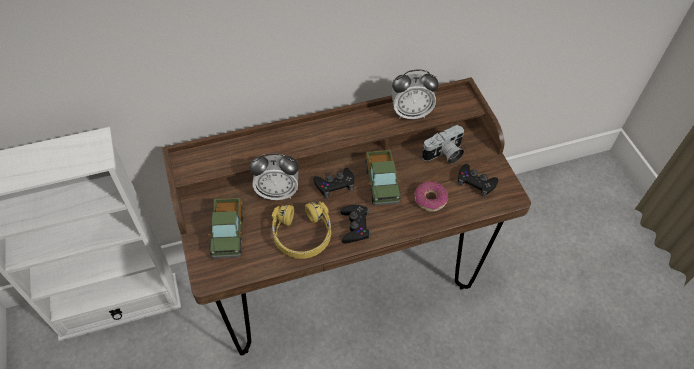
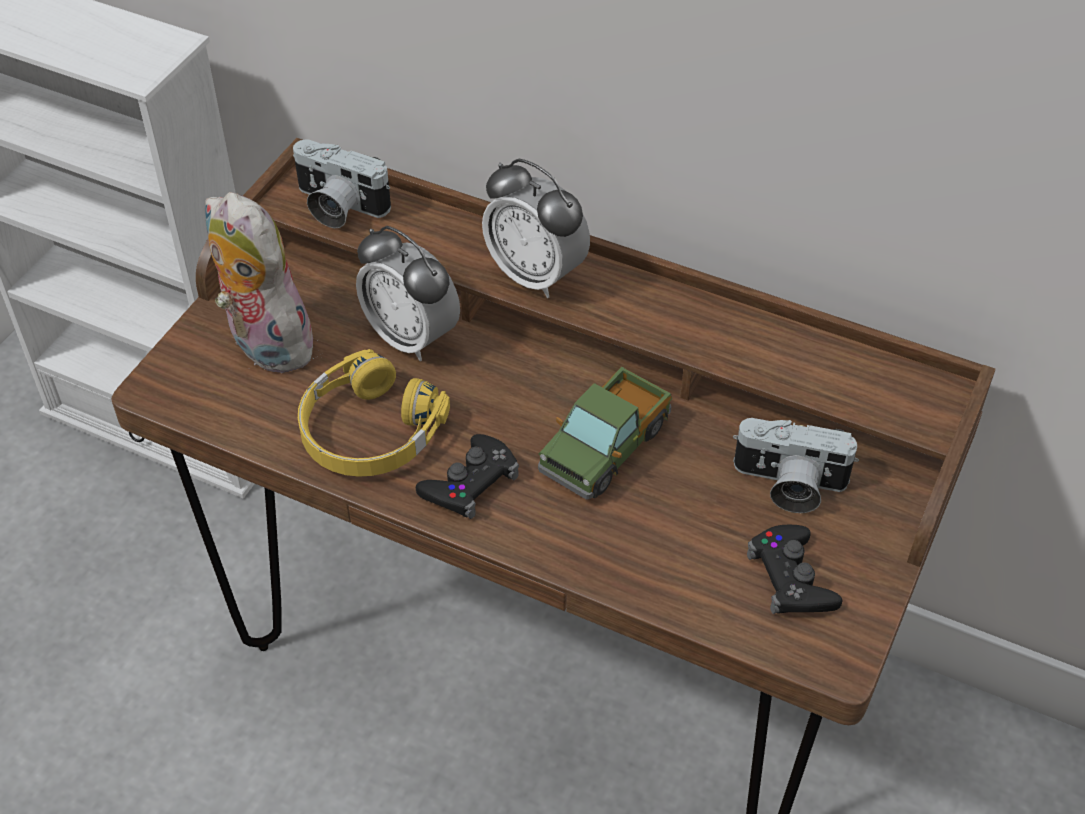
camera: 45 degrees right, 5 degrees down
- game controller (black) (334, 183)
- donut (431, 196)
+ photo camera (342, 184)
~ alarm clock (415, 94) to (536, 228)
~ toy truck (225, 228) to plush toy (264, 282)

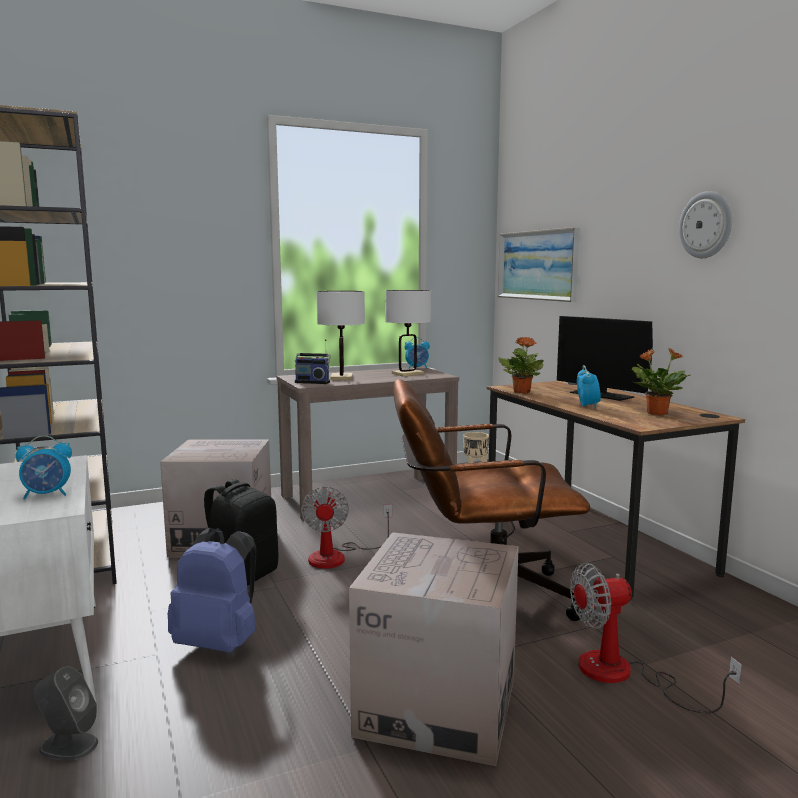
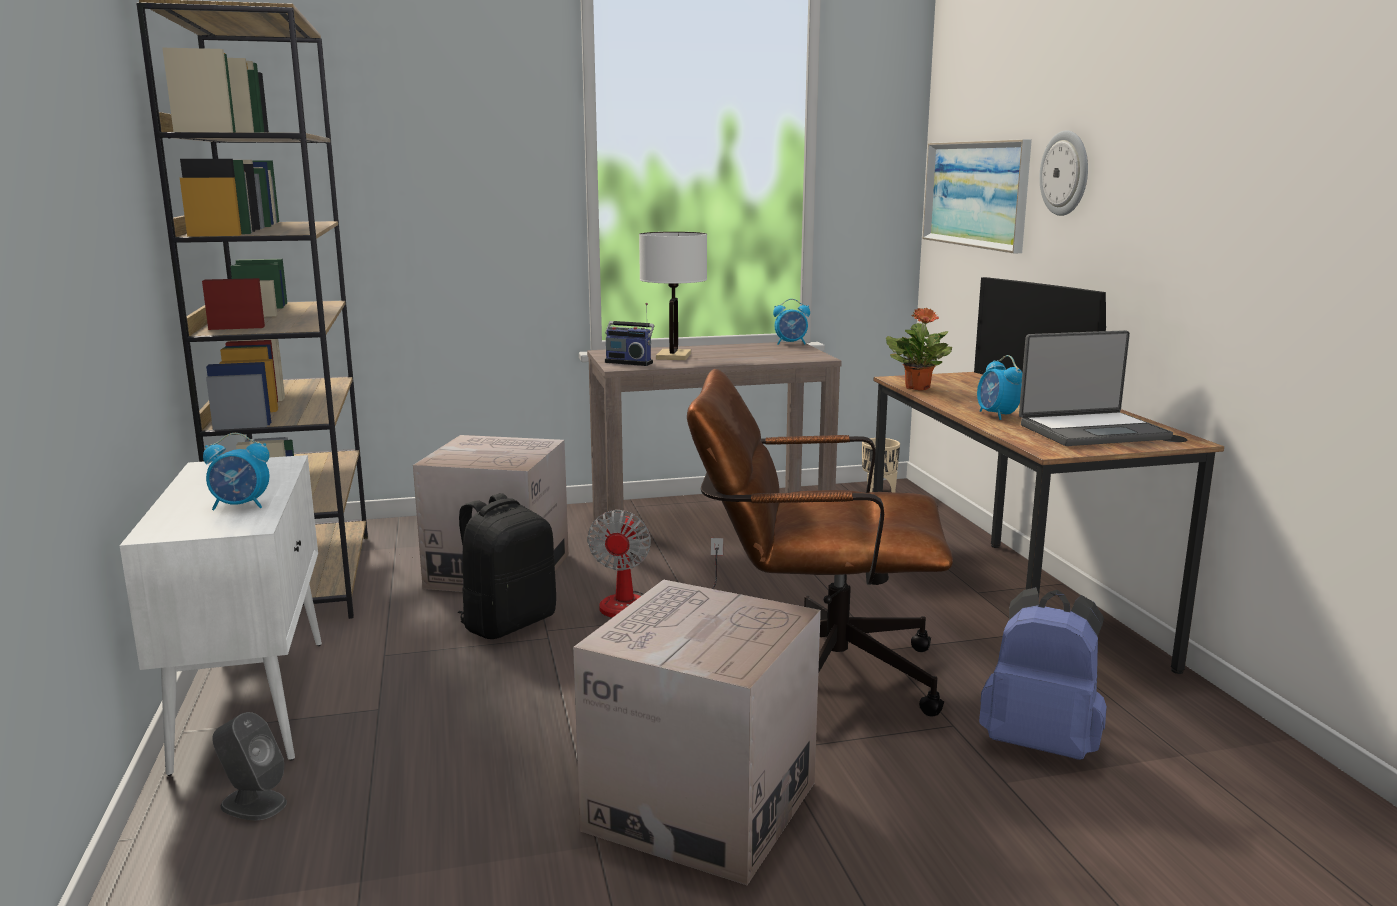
camera: 10 degrees right, 5 degrees up
- table lamp (white) (408, 333)
- fan (656, 638)
~ backpack (blue) (212, 590) to (1043, 673)
~ wall clock (705, 224) to (1063, 173)
~ potted plant (661, 382) to laptop (1096, 388)
~ alarm clock (589, 387) = (1000, 387) 150 degrees clockwise

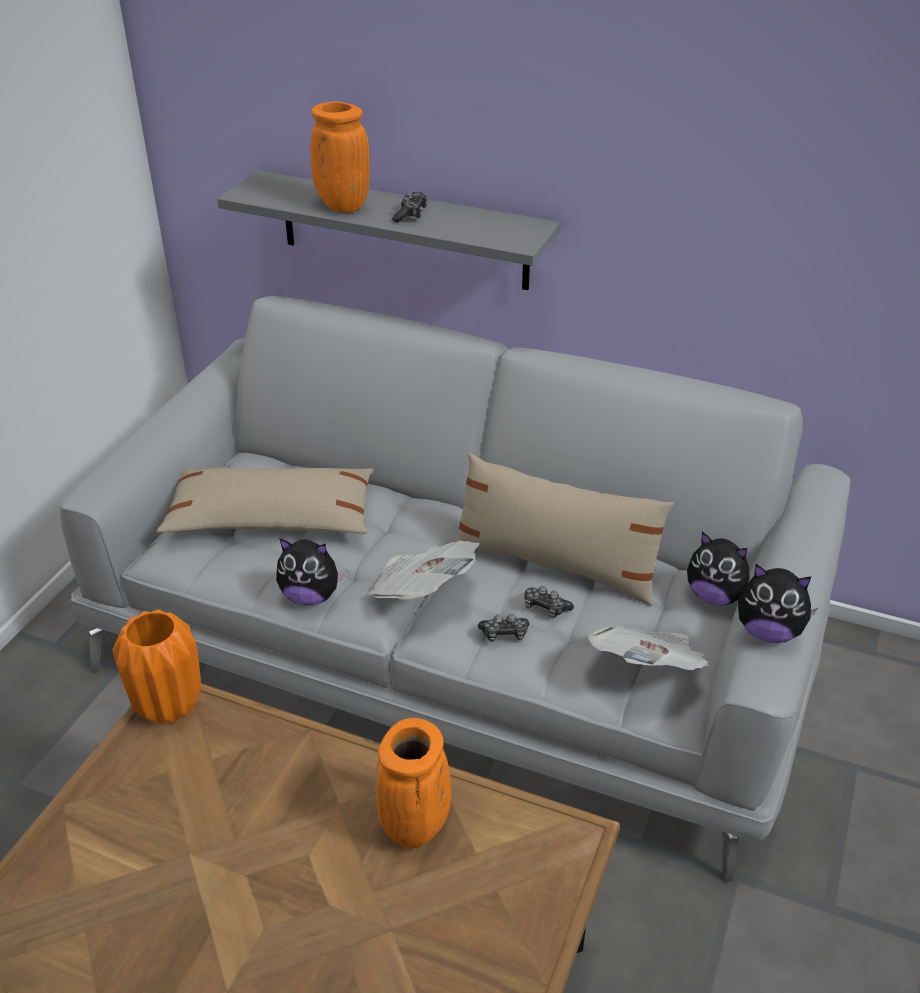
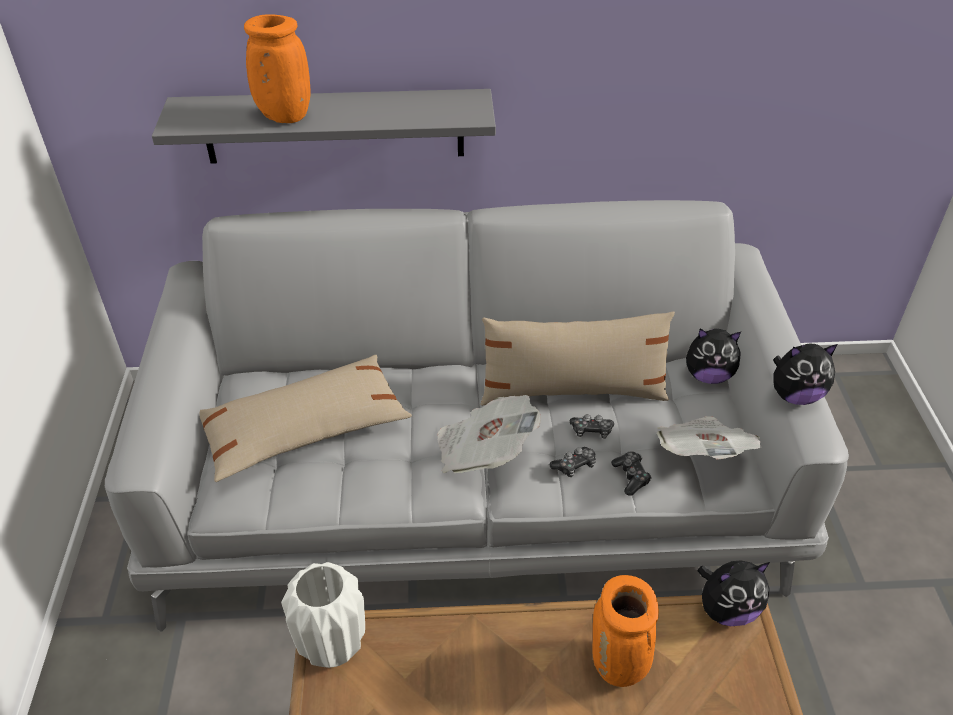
camera: 25 degrees left, 5 degrees up
~ plush toy (311, 571) to (733, 593)
~ game controller (410, 207) to (631, 473)
~ vase (orange) (156, 667) to vase (white) (323, 615)

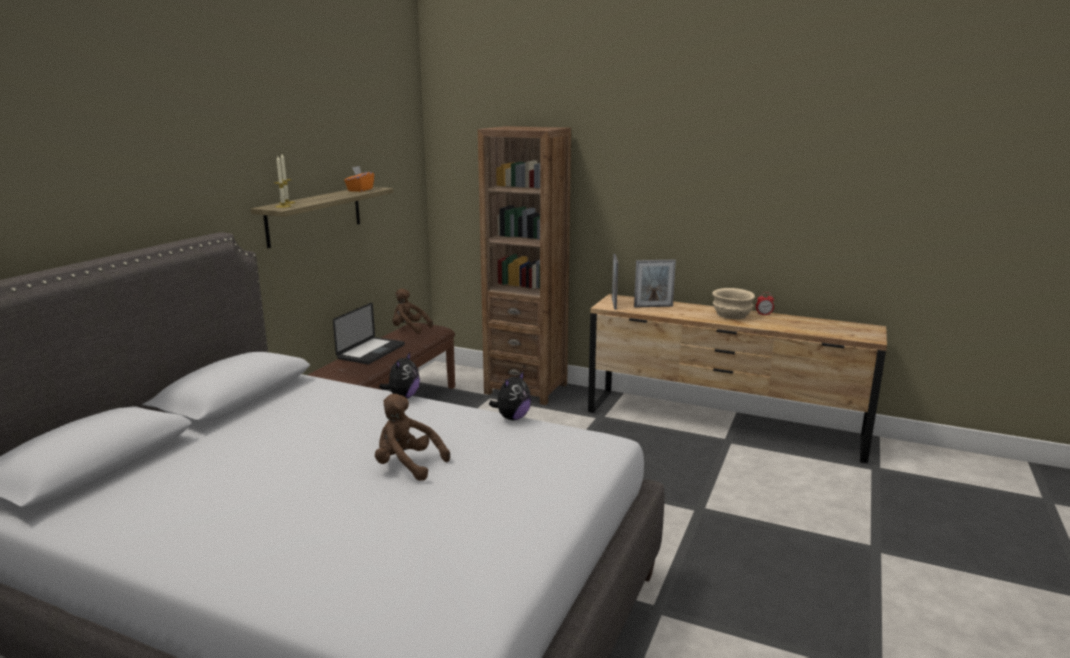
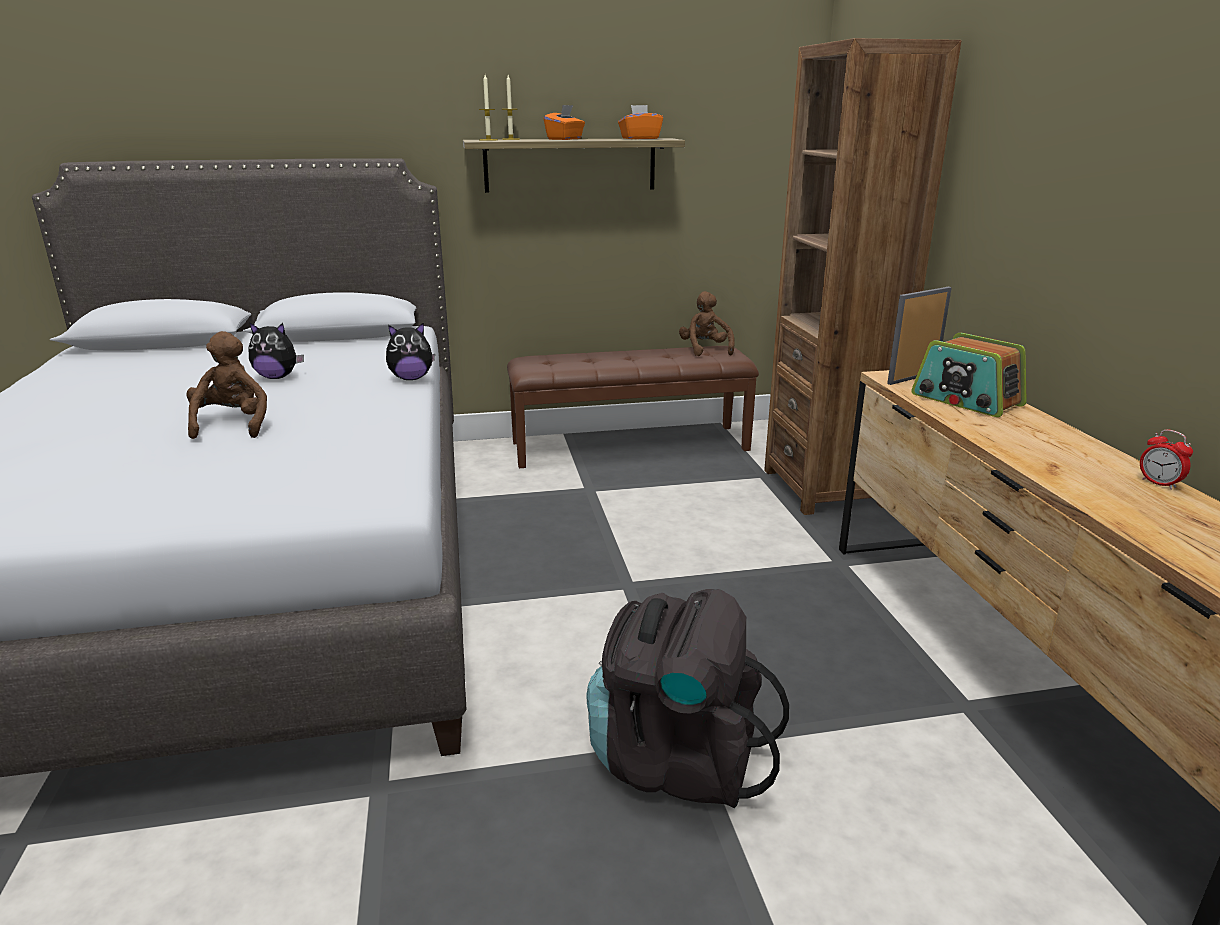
camera: 55 degrees right, 5 degrees up
- laptop (369, 333)
- bowl (beige) (733, 303)
+ tissue box (orange) (564, 122)
+ backpack (black) (687, 698)
~ plush toy (510, 395) to (276, 350)
~ picture frame (655, 283) to radio (969, 375)

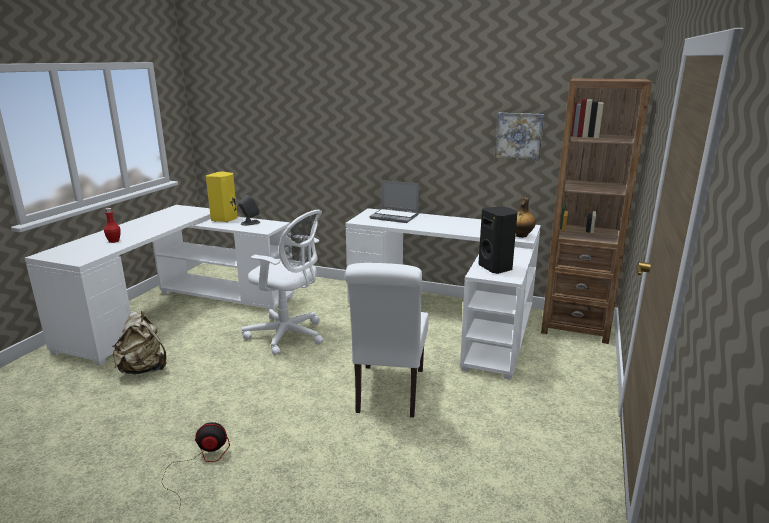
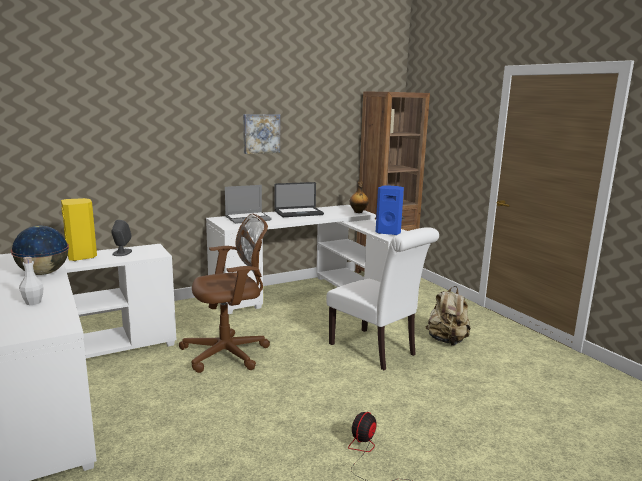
camera: 50 degrees left, 5 degrees down
+ globe (40, 250)
+ laptop (299, 199)
~ backpack (beige) (139, 342) to (448, 316)
~ picture (519, 136) to (261, 134)
~ bottle (red) (112, 225) to bottle (white) (31, 281)
~ office chair (white) (282, 283) to office chair (brown) (224, 293)
~ speaker (black) (497, 240) to speaker (blue) (390, 210)

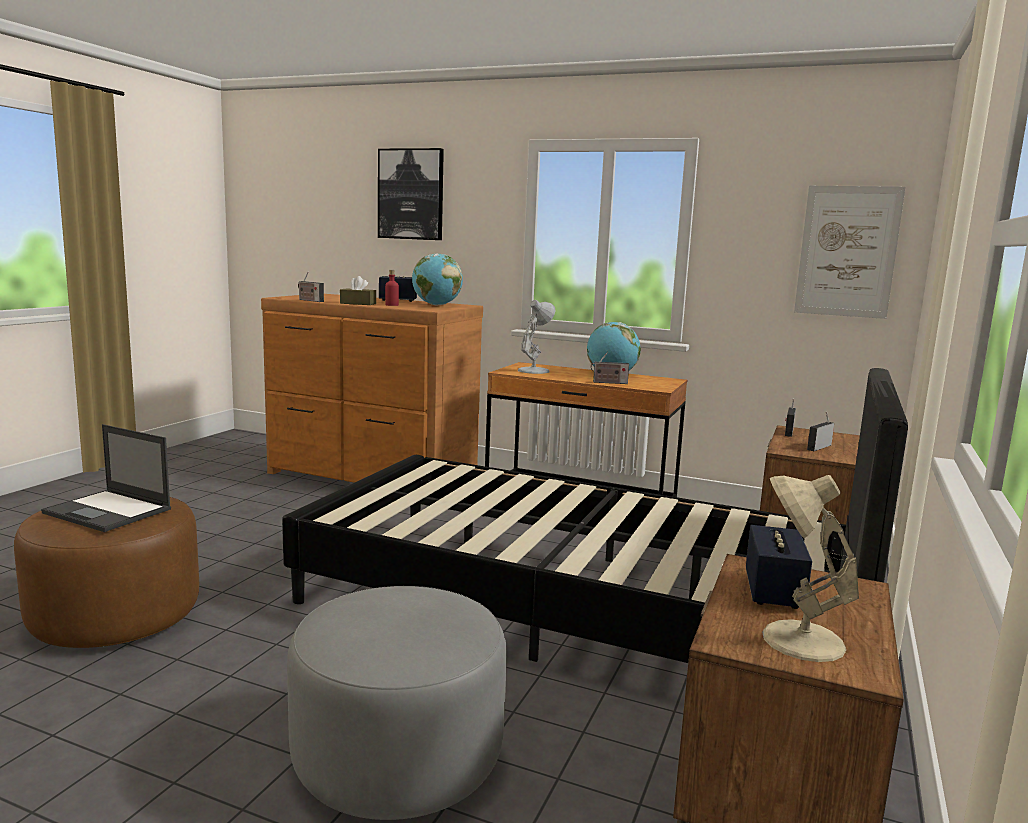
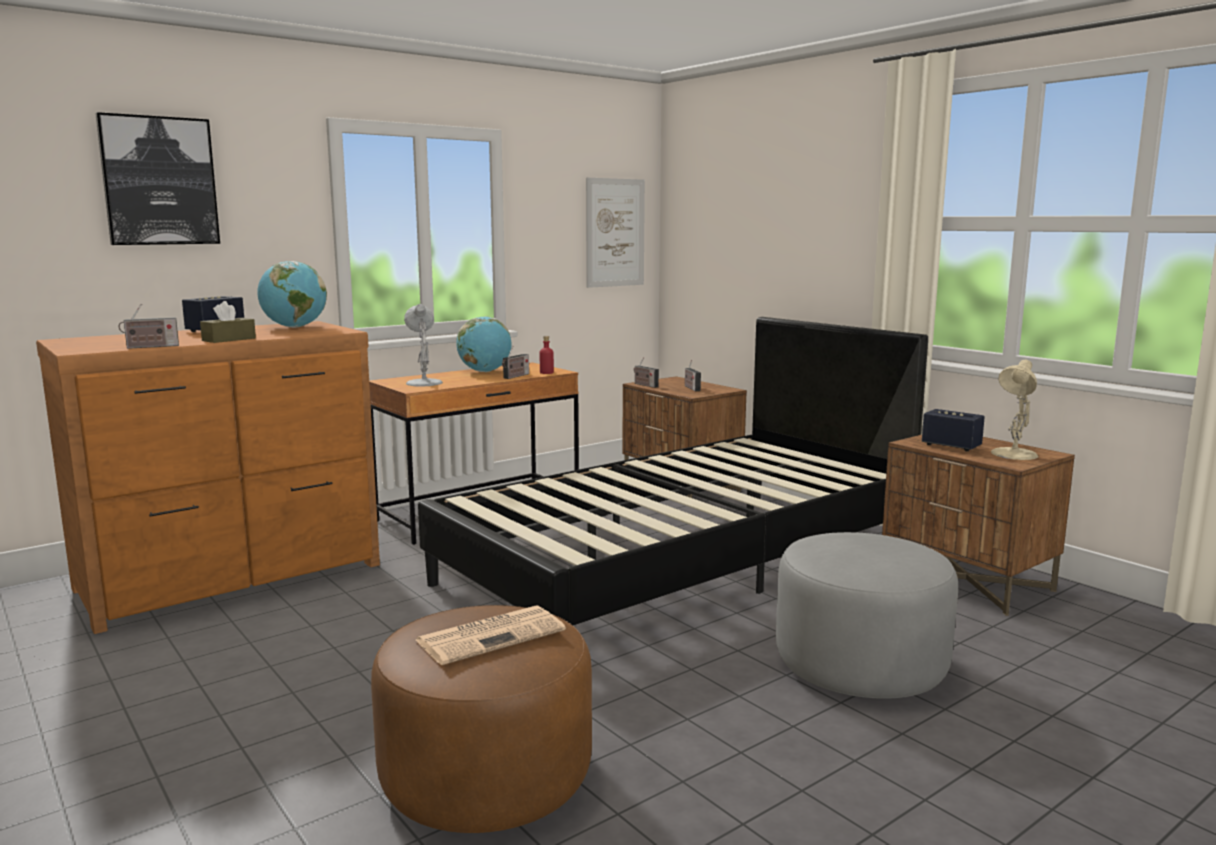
camera: 60 degrees left, 0 degrees up
~ bottle (red) (392, 288) to (547, 355)
~ laptop (106, 478) to newspaper (491, 635)

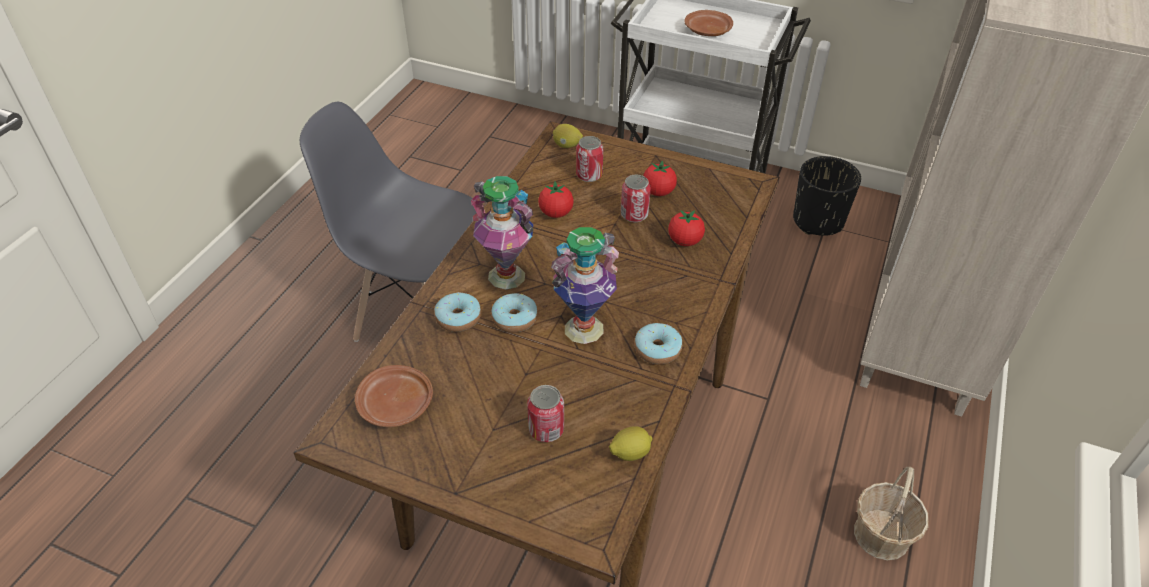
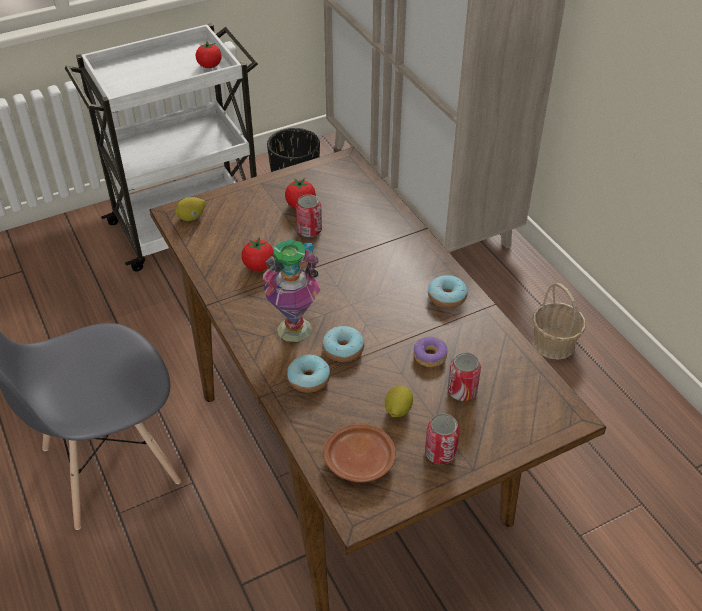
camera: 50 degrees left, 0 degrees up
- vase (585, 285)
- plate (brown) (709, 23)
+ donut (430, 352)
~ can (589, 159) to (442, 438)
~ lemon (631, 443) to (399, 401)
~ tomato (686, 228) to (209, 54)

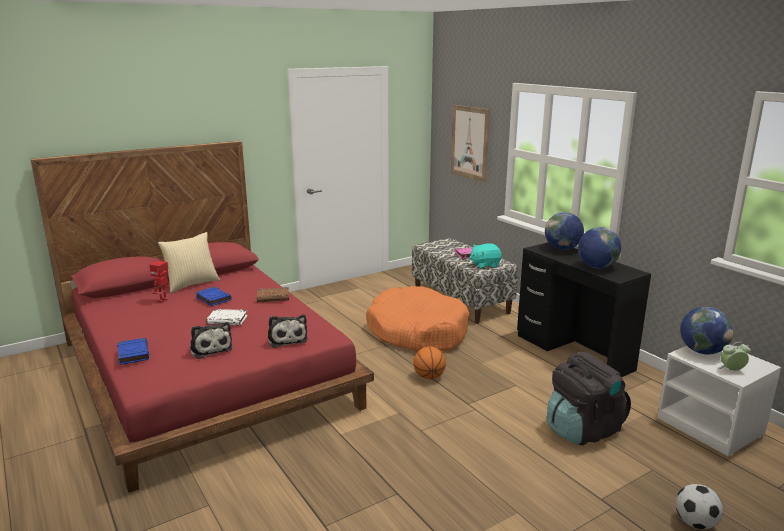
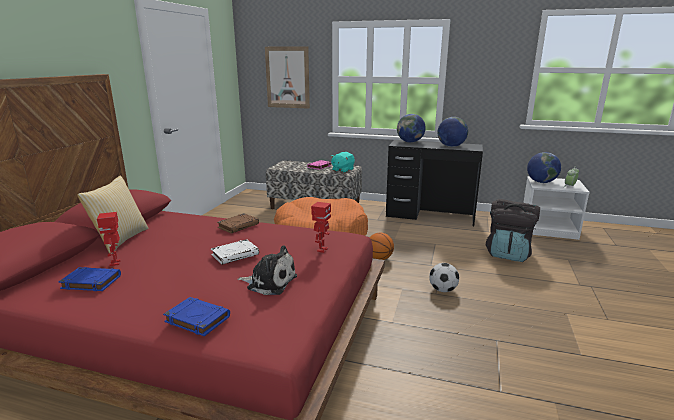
camera: 40 degrees left, 0 degrees up
~ book (blue) (213, 296) to (90, 279)
~ football (699, 506) to (444, 277)
~ plush toy (288, 331) to toy robot (321, 227)

